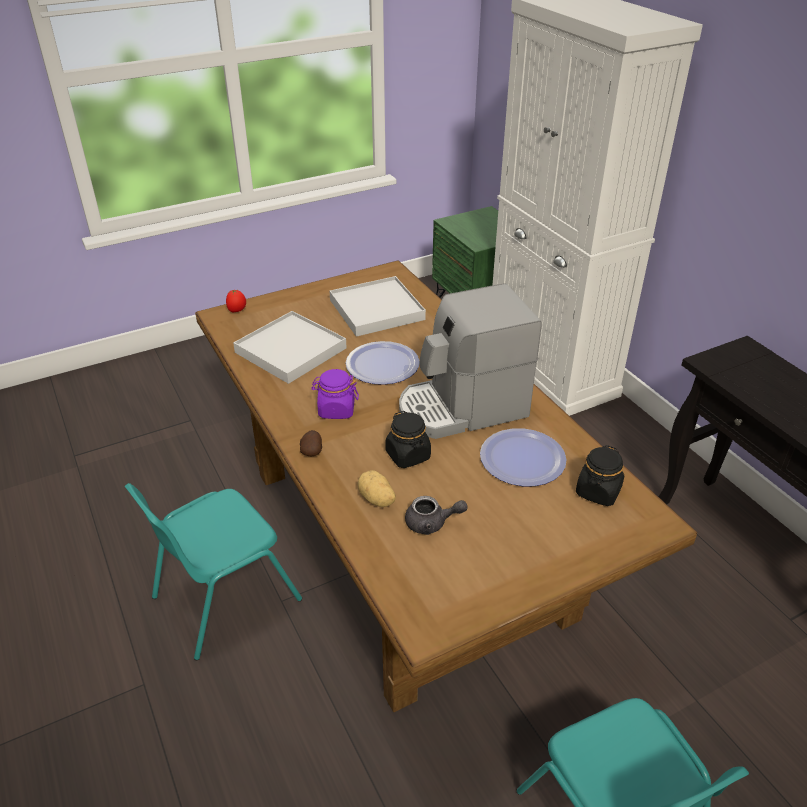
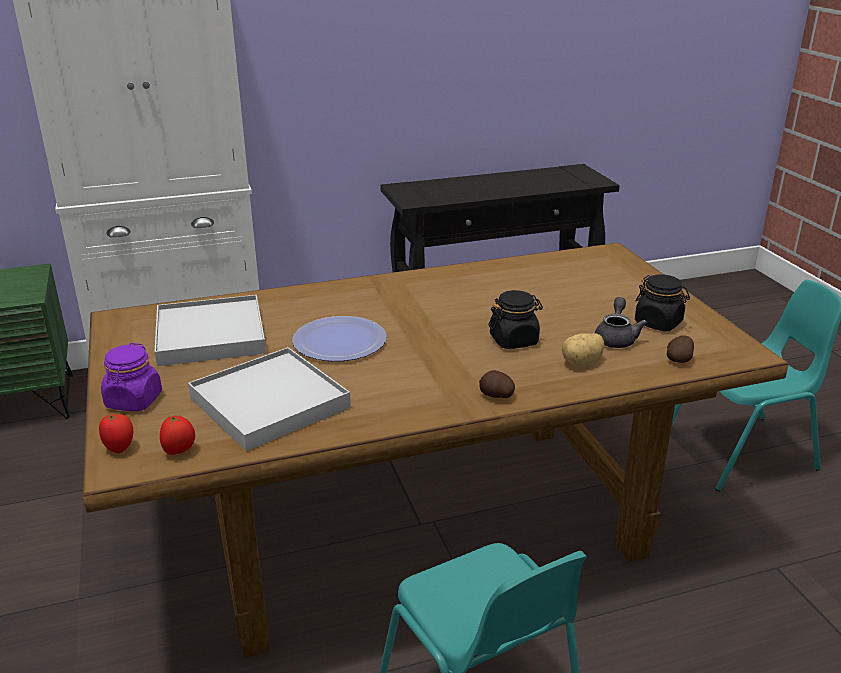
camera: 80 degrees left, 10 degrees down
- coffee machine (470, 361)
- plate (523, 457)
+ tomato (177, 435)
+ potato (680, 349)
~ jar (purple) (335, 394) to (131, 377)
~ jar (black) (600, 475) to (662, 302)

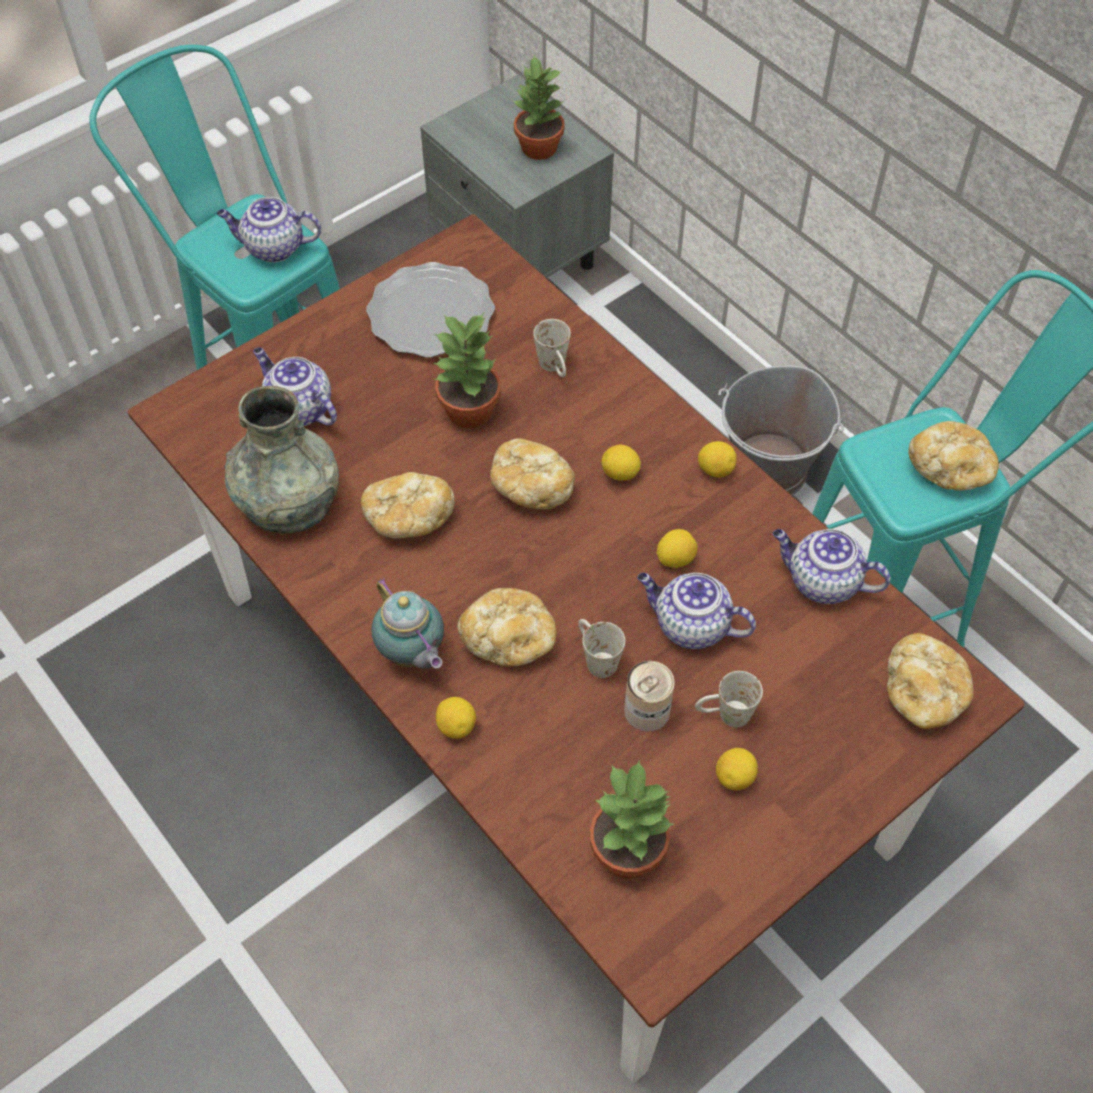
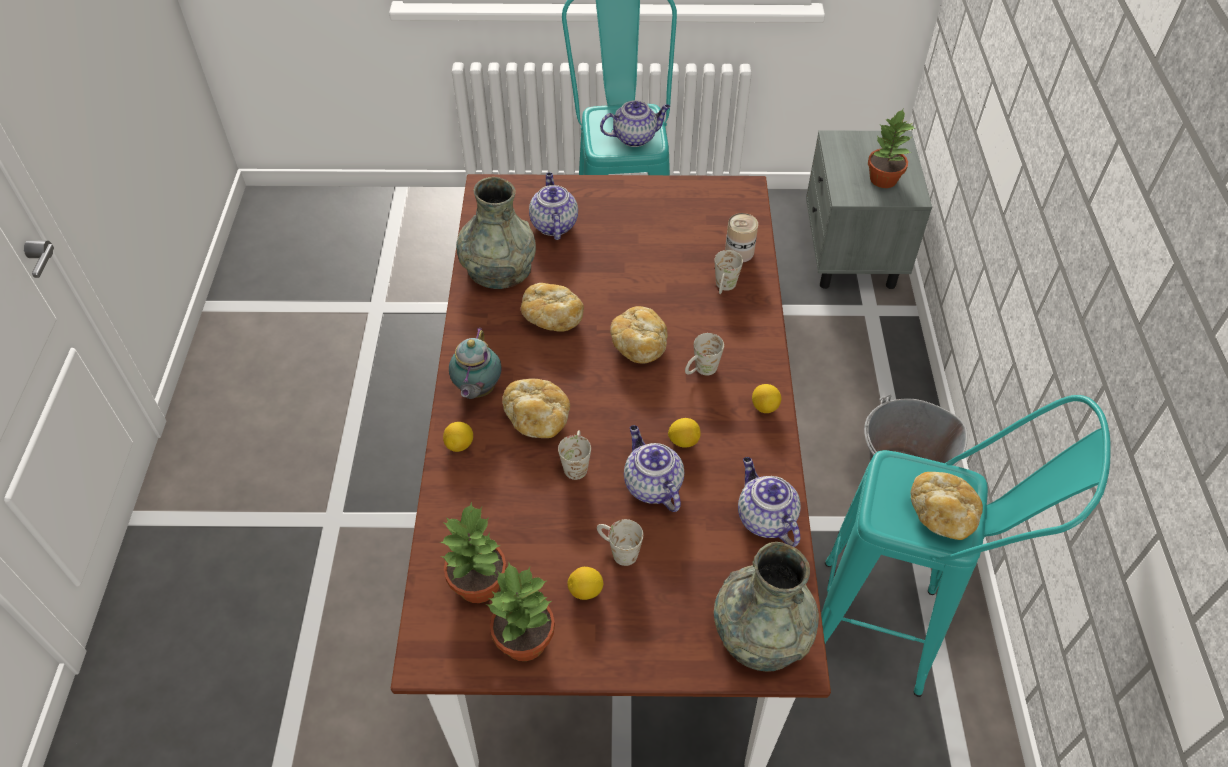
camera: 40 degrees right, 5 degrees down
- plate (430, 310)
~ potted plant (467, 370) to (520, 611)
~ can (649, 696) to (741, 237)
~ lemon (621, 462) to mug (white) (704, 354)
~ bread (930, 681) to vase (grey) (766, 607)
~ teapot (269, 229) = (635, 123) 120 degrees clockwise

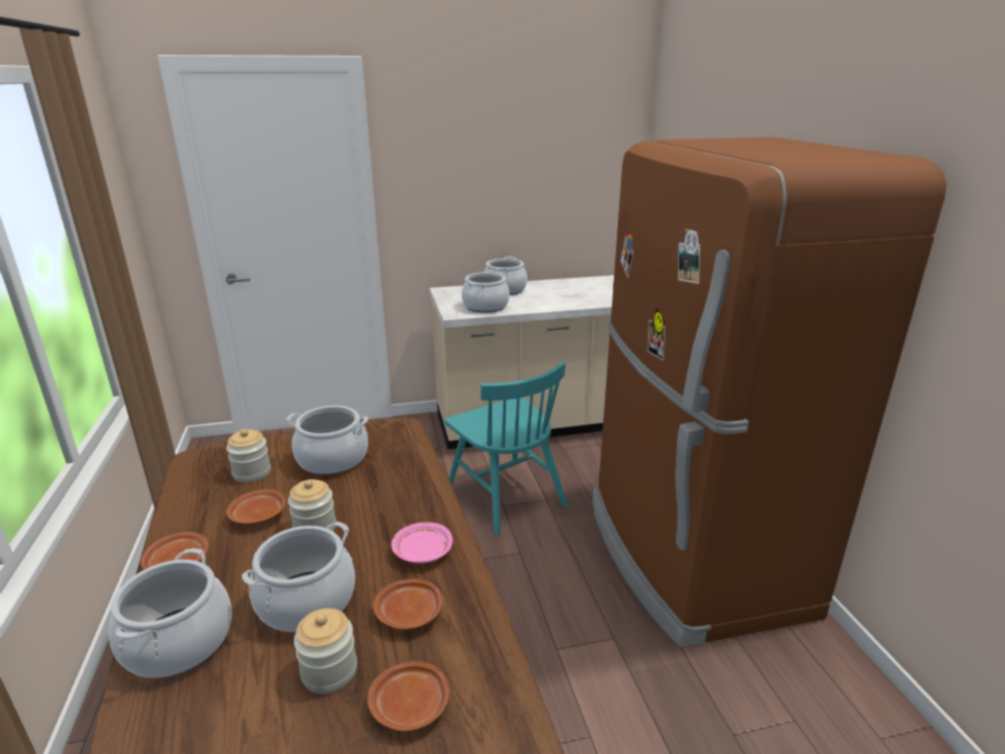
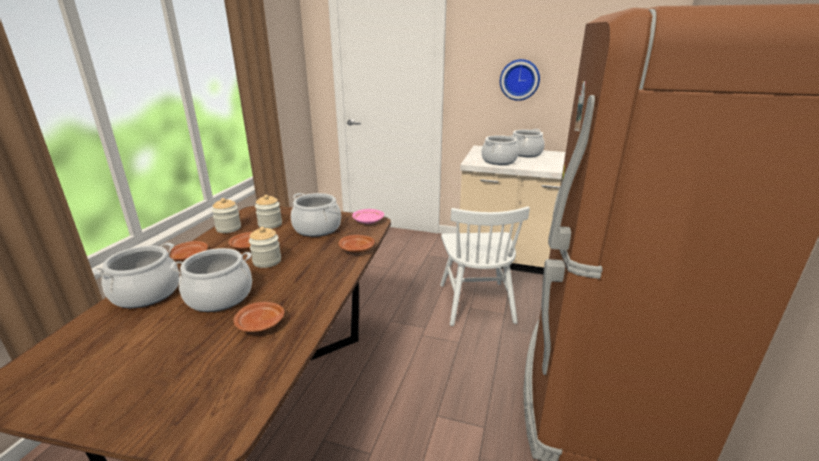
camera: 30 degrees right, 0 degrees up
+ wall clock (520, 80)
~ jar (325, 651) to (226, 215)
~ plate (brown) (408, 696) to (356, 243)
~ plate (pink) (422, 542) to (368, 216)
~ chair (turquoise) (506, 448) to chair (white) (485, 266)

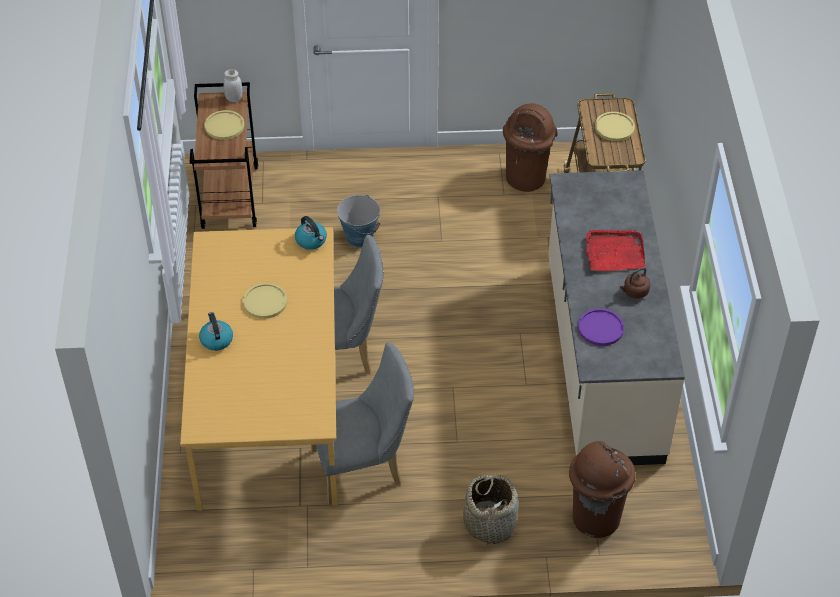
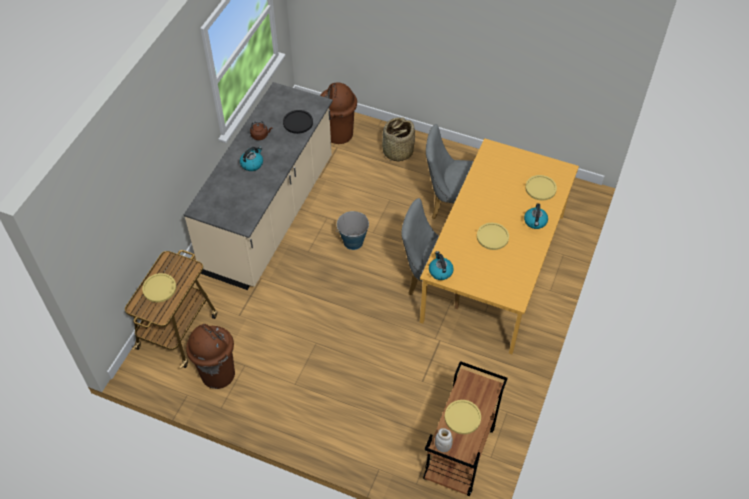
camera: 155 degrees left, 5 degrees up
+ plate (yellow) (541, 188)
~ bucket (358, 221) to (352, 230)
~ tray (red) (615, 250) to kettle (251, 158)
~ plate (purple) (601, 327) to plate (black) (298, 122)

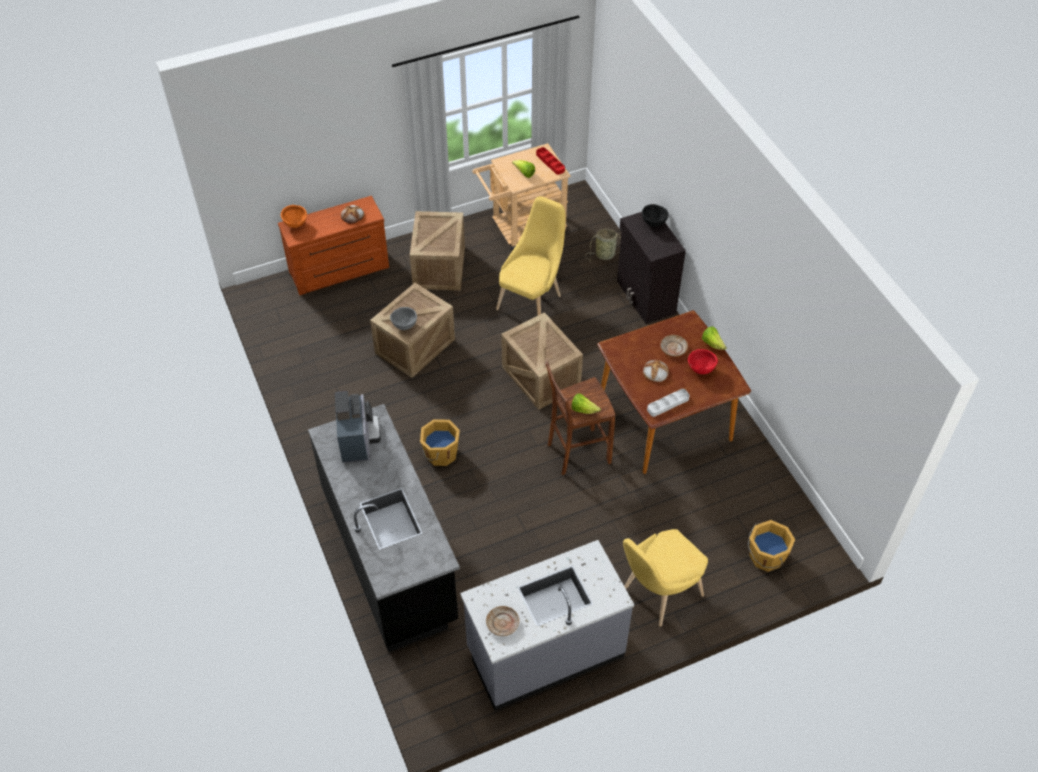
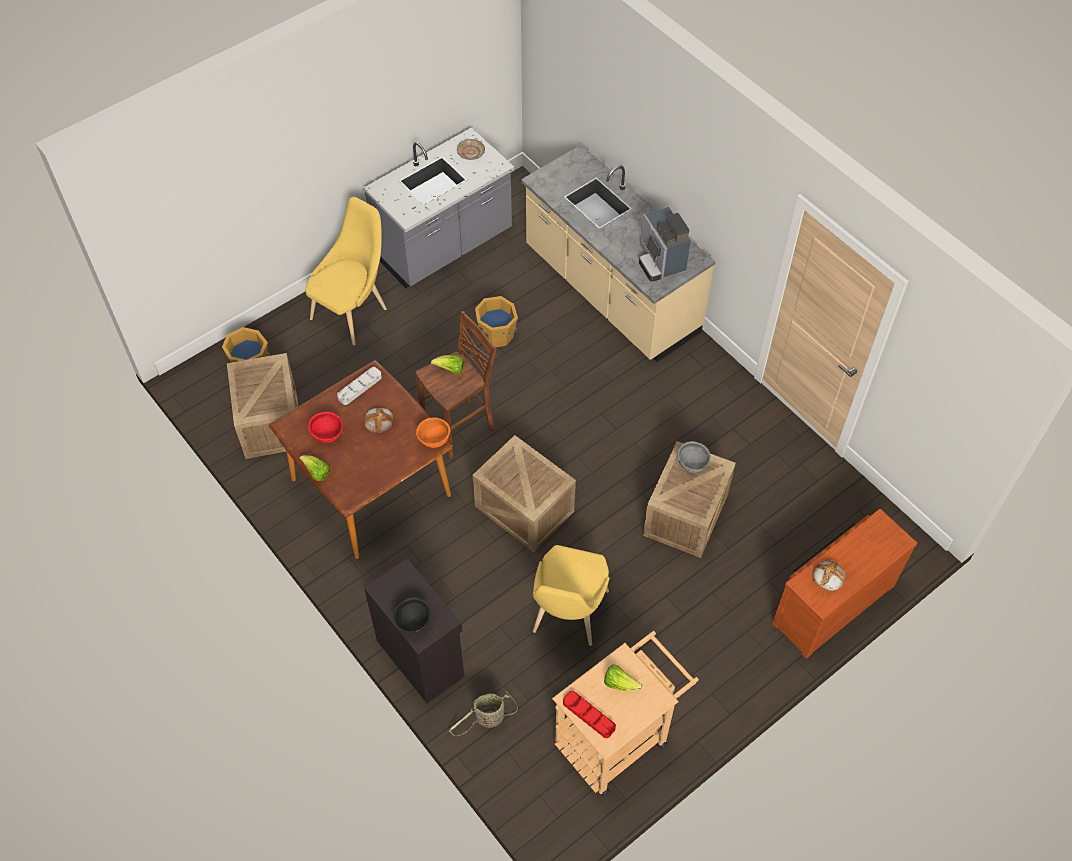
camera: 165 degrees right, 5 degrees up
- plate (beige) (674, 345)
~ bowl (orange) (294, 216) to (433, 432)
~ crate (437, 250) to (263, 406)
~ bucket (orange) (440, 442) to (496, 321)
~ counter (black) (384, 528) to counter (beige) (618, 253)

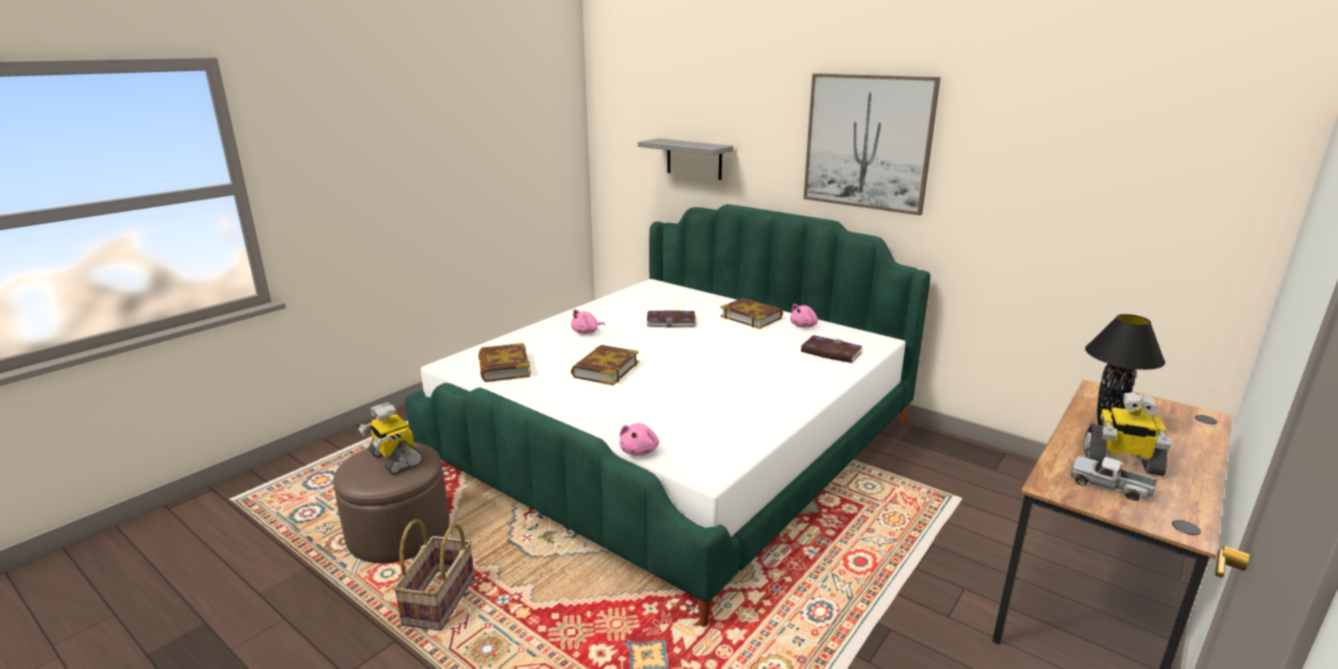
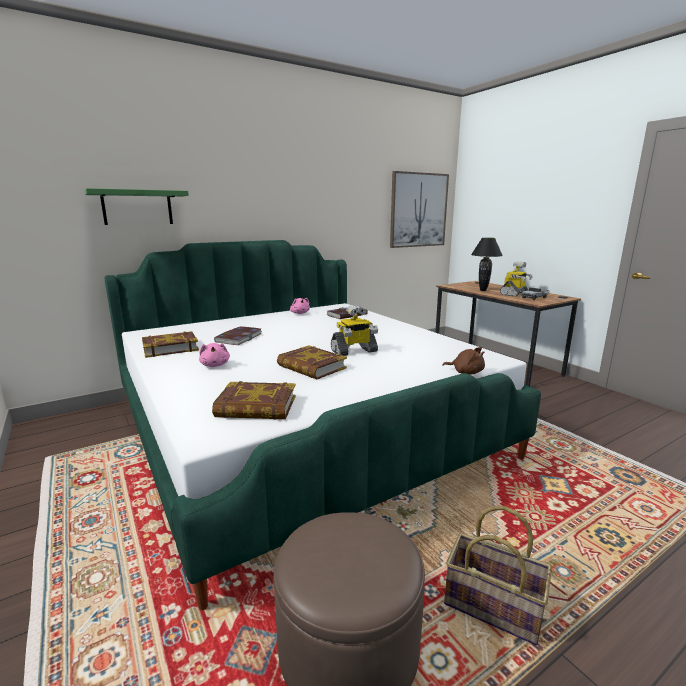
camera: 70 degrees left, 5 degrees down
~ toy robot (390, 439) to (354, 330)
~ book (751, 313) to (170, 344)
~ picture (872, 144) to (419, 209)
~ plush toy (pink) (639, 439) to plush toy (brown) (463, 361)
~ shelf (grey) (685, 159) to shelf (green) (137, 206)

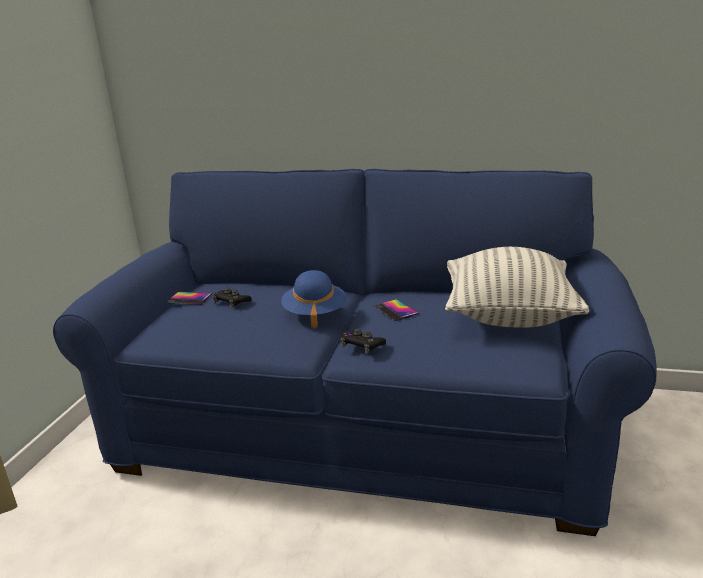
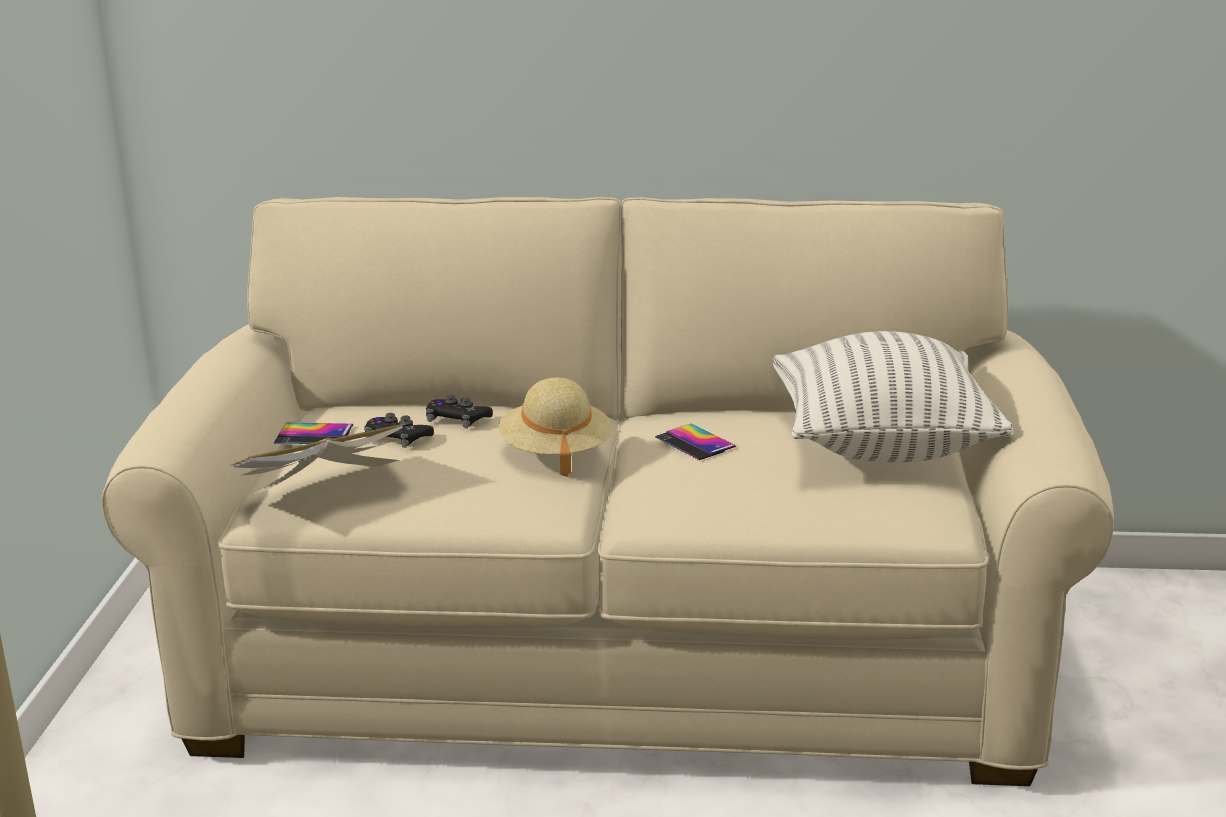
camera: 10 degrees left, 0 degrees up
+ book (318, 459)
~ game controller (black) (363, 341) to (459, 411)
~ sofa (blue) (355, 352) to sofa (beige) (607, 491)
~ hat (blue) (314, 299) to hat (beige) (555, 427)

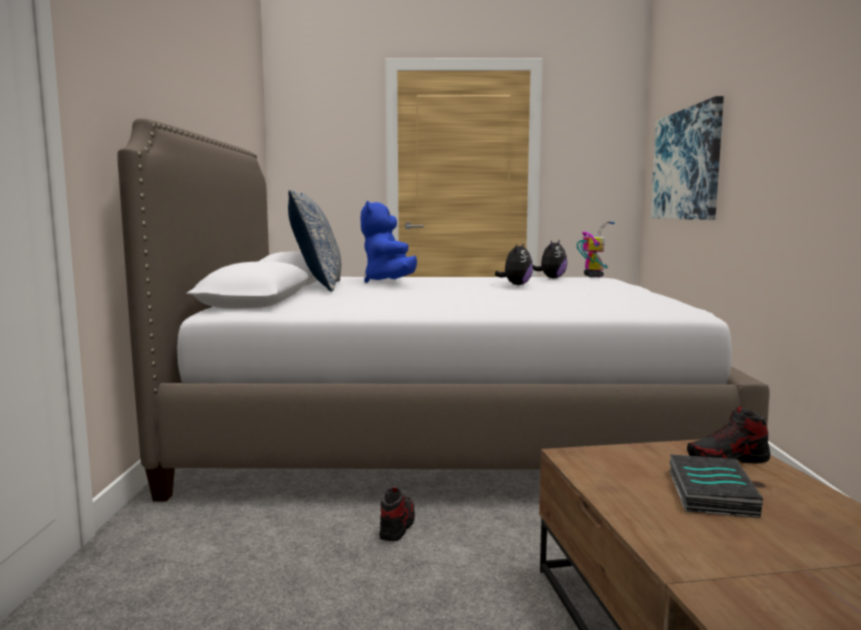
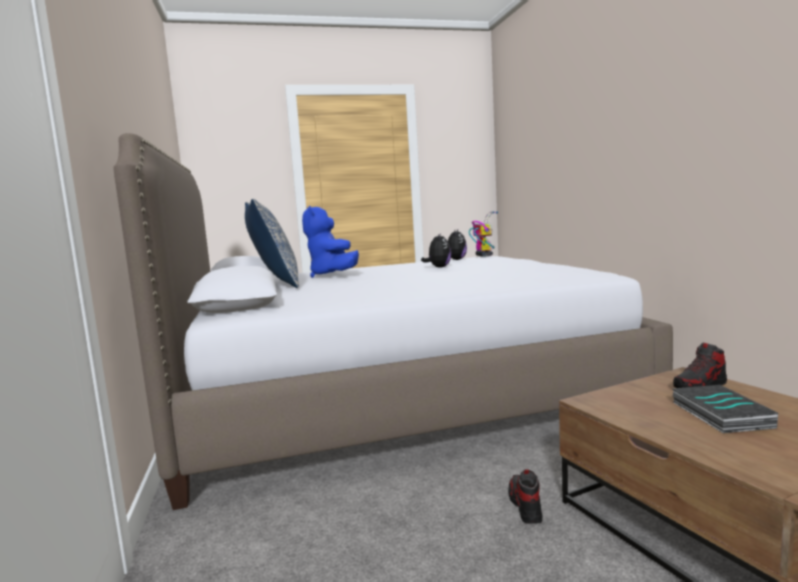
camera: 15 degrees left, 0 degrees up
- picture (687, 158)
~ shoe (397, 514) to (525, 496)

